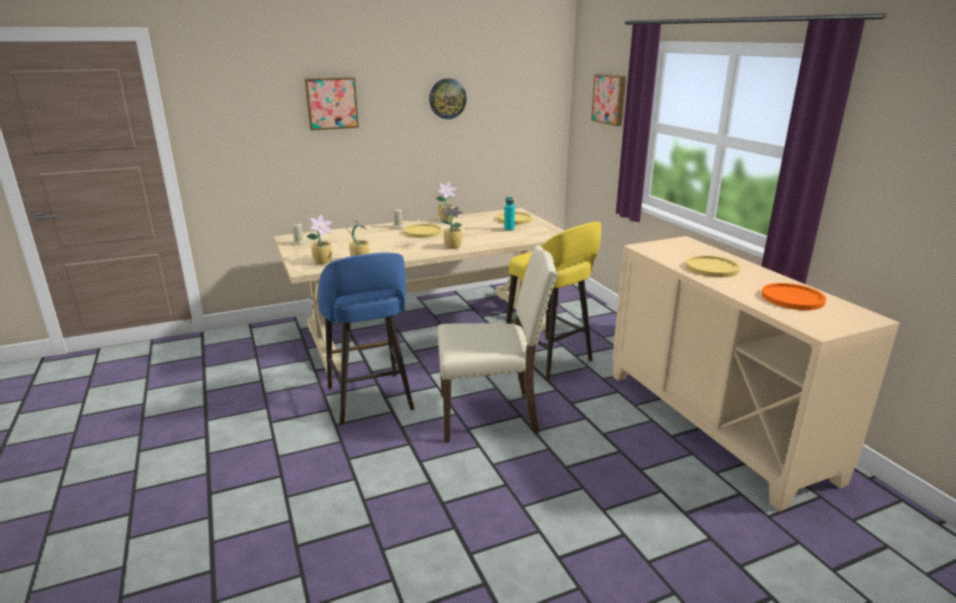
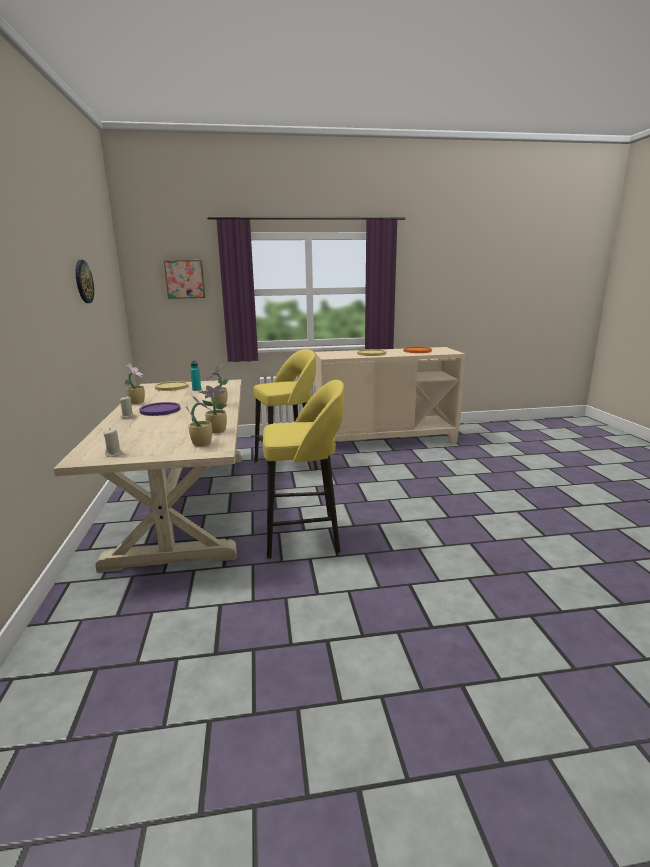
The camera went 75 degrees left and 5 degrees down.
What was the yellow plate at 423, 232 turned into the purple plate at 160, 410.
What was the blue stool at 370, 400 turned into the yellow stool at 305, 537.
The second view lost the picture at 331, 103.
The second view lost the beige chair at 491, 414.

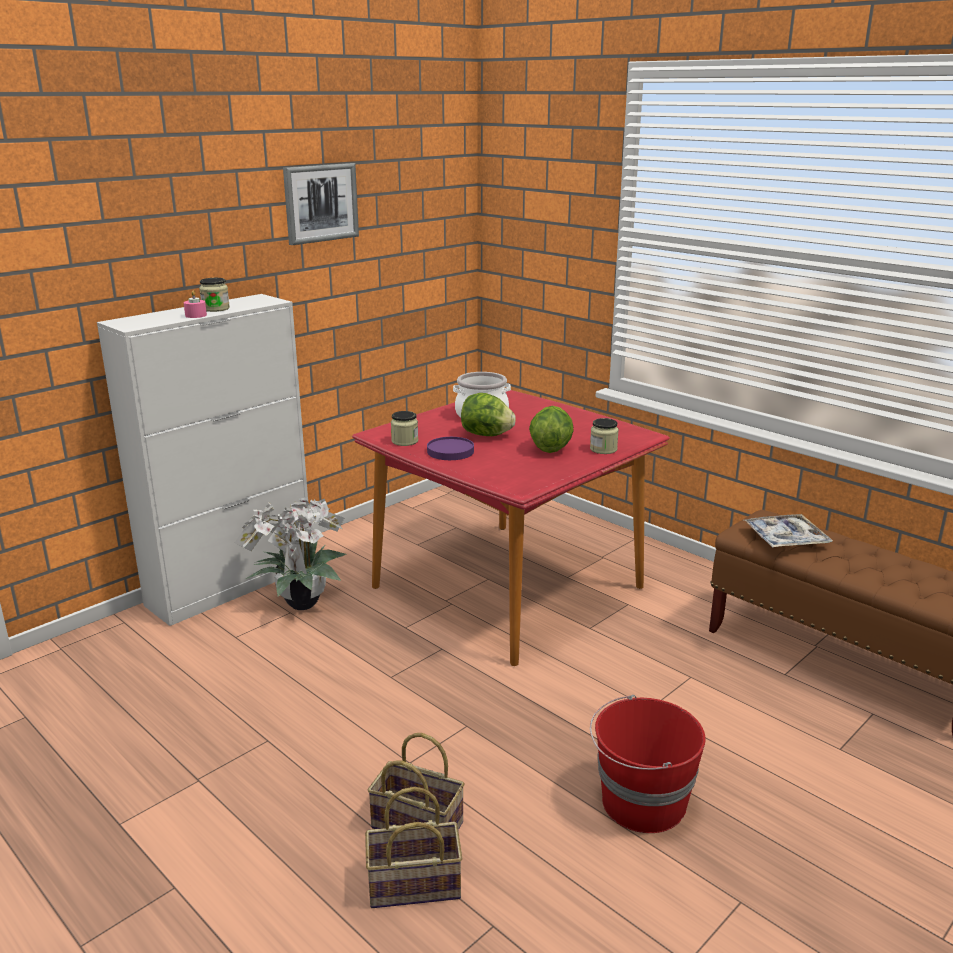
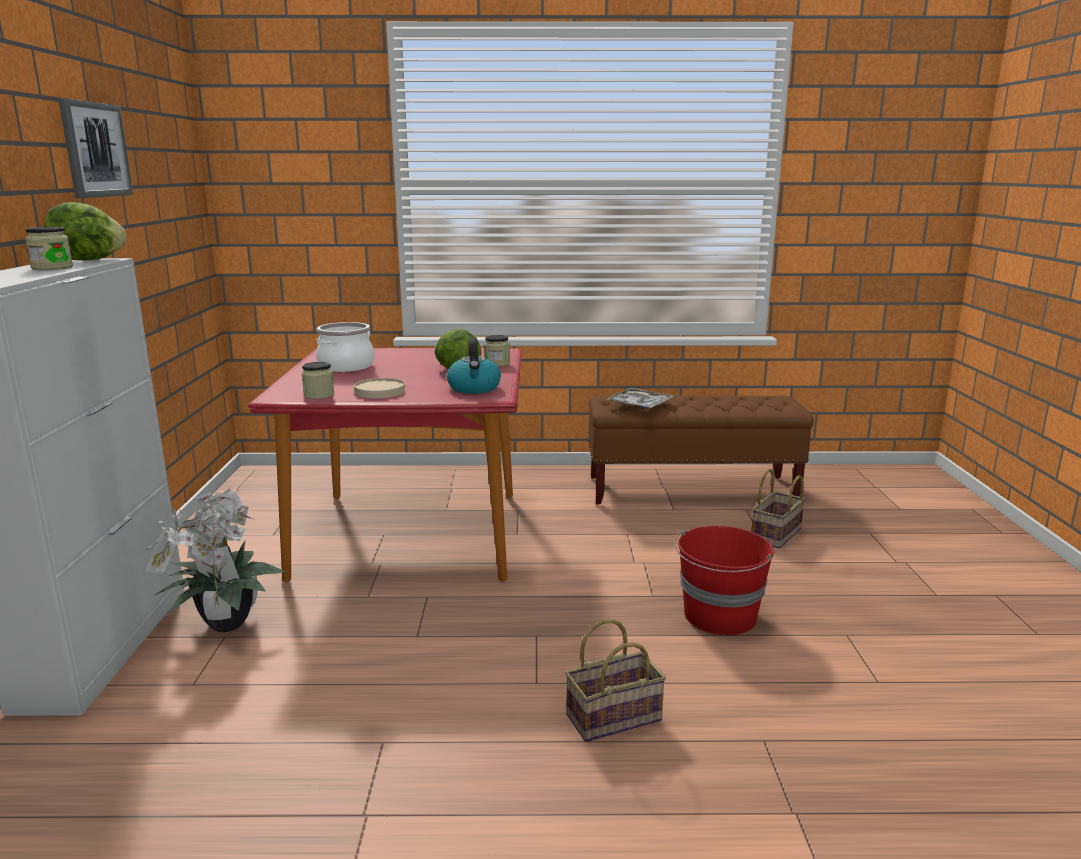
The camera went 45 degrees left and 5 degrees down.
The lettuce ended up elsewhere, having gone from 486, 435 to 88, 260.
What was the purple plate at 450, 451 turned into the beige plate at 380, 391.
The second view gained the kettle at 474, 388.
The basket ended up elsewhere, having gone from 412, 886 to 776, 535.
The second view lost the pink candle at 196, 315.

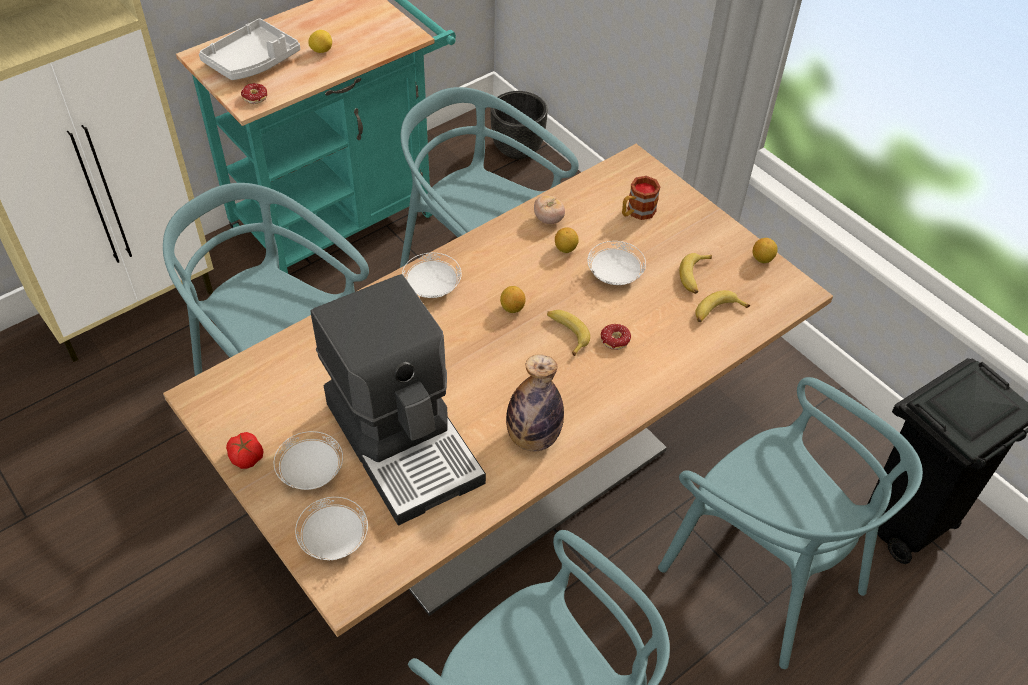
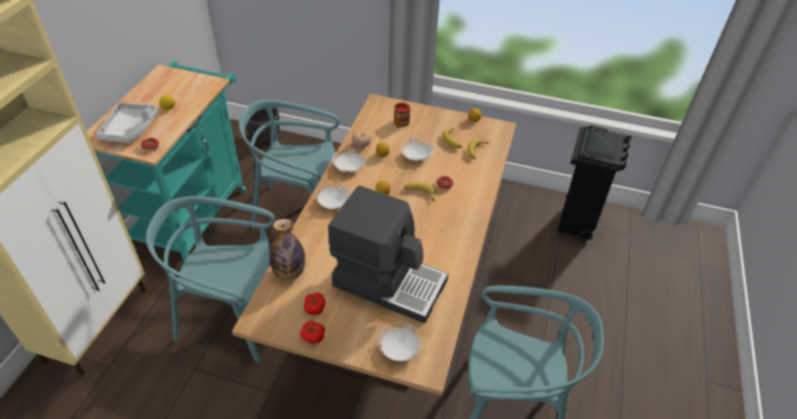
The camera went 35 degrees left and 5 degrees down.
The bottle ended up elsewhere, having gone from 533, 438 to 289, 273.
The second view gained the tomato at 315, 307.
The white plate ended up elsewhere, having gone from 311, 472 to 349, 167.
The second view lost the turquoise chair at 763, 573.

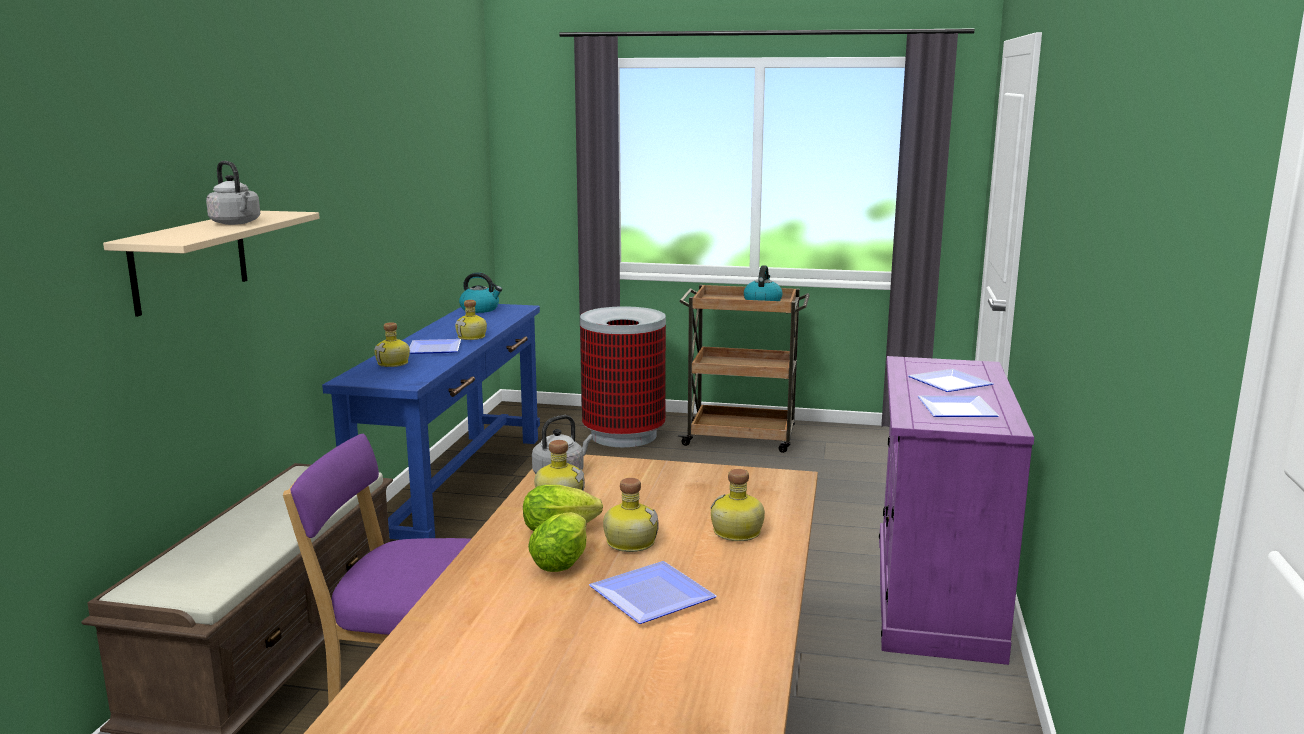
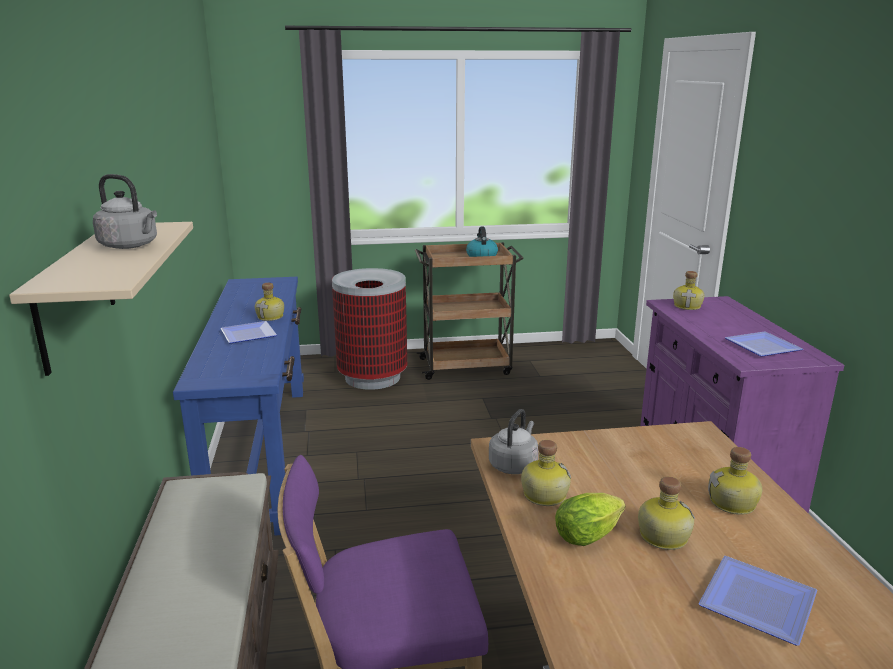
The camera went 20 degrees left and 5 degrees up.
The bottle ended up elsewhere, having gone from 394, 363 to 688, 306.
The second view lost the kettle at 480, 309.
The second view lost the lettuce at 563, 561.
The second view lost the plate at 953, 384.

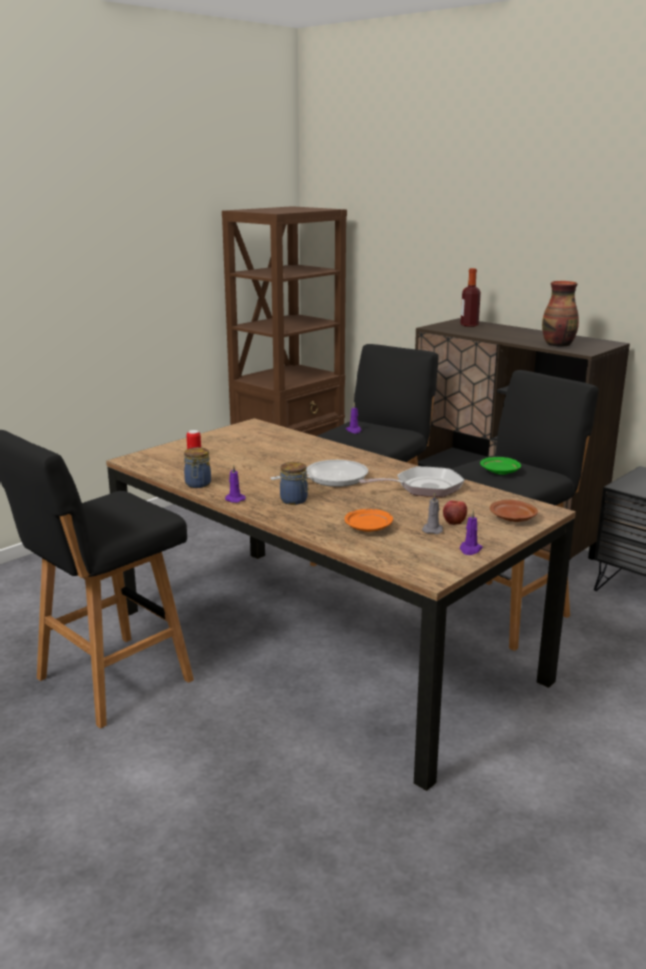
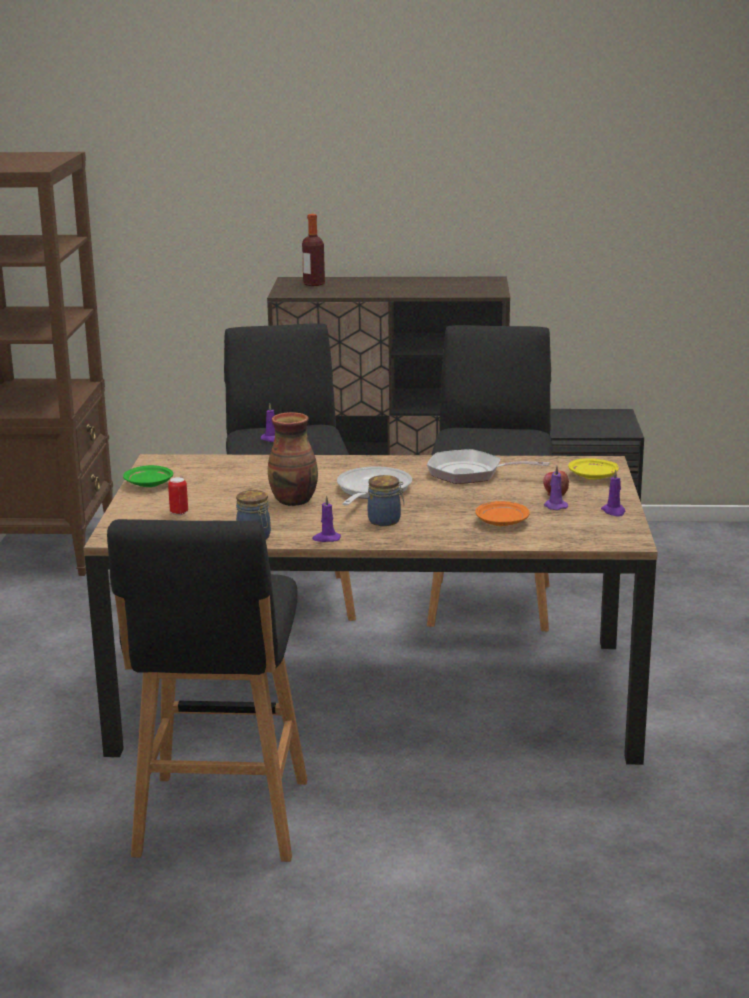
The camera went 40 degrees left and 0 degrees up.
The green plate ended up elsewhere, having gone from 499, 472 to 149, 484.
The vase ended up elsewhere, having gone from 559, 345 to 295, 501.
The frying pan at 423, 487 ended up facing another way, 105 degrees counterclockwise from before.
What was the grey candle at 432, 530 turned into the purple candle at 554, 506.
What was the brown plate at 513, 518 turned into the yellow plate at 593, 476.

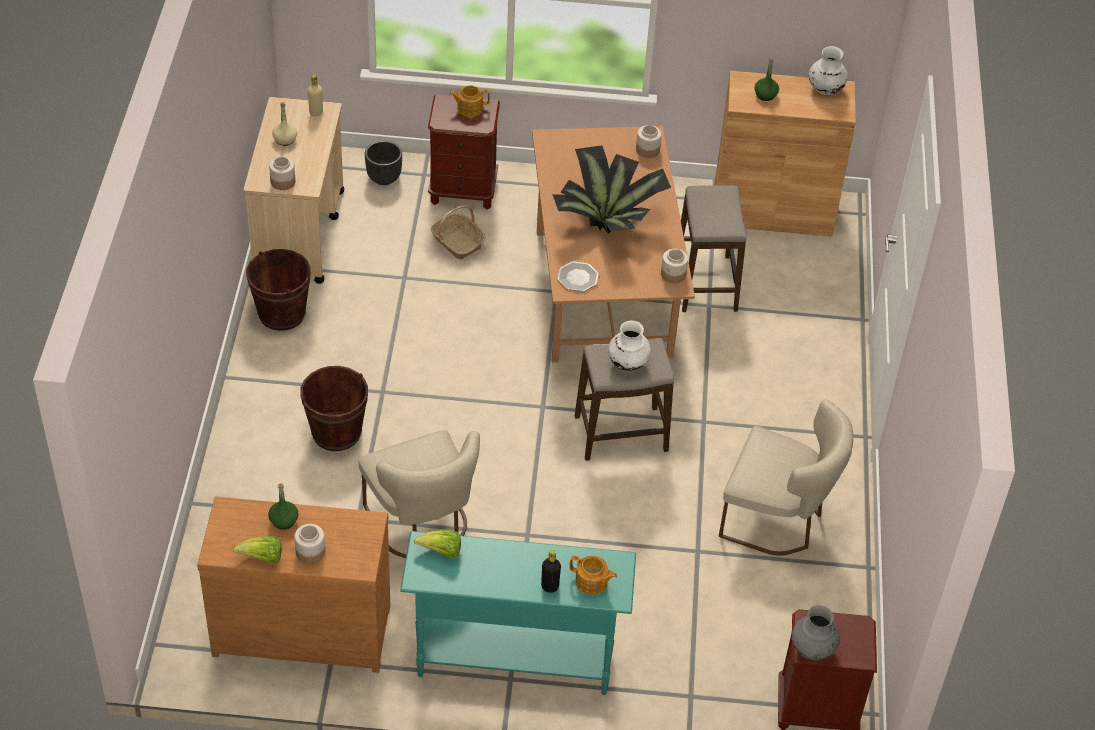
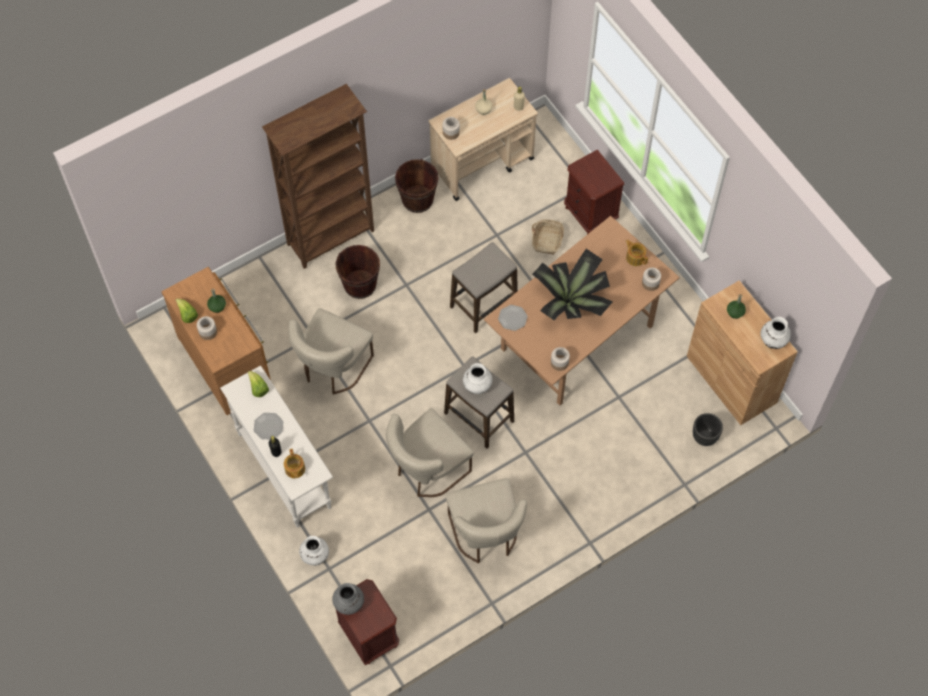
The camera went 55 degrees right and 15 degrees up.
What was the turquoise console table at 514, 659 turned into the white console table at 284, 470.
The second view gained the plate at 268, 426.
The second view gained the brown bookcase at 331, 238.
The second view gained the white vase at 315, 555.
The second view gained the beige chair at 427, 470.
The stool ended up elsewhere, having gone from 705, 284 to 483, 304.
The teapot ended up elsewhere, having gone from 469, 108 to 635, 257.
The black planter ended up elsewhere, having gone from 384, 178 to 705, 437.

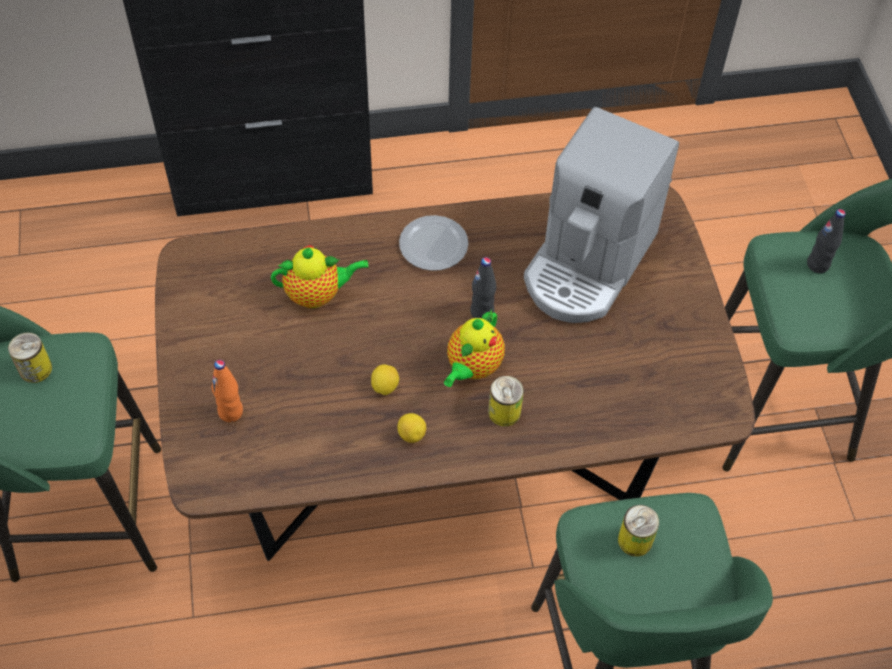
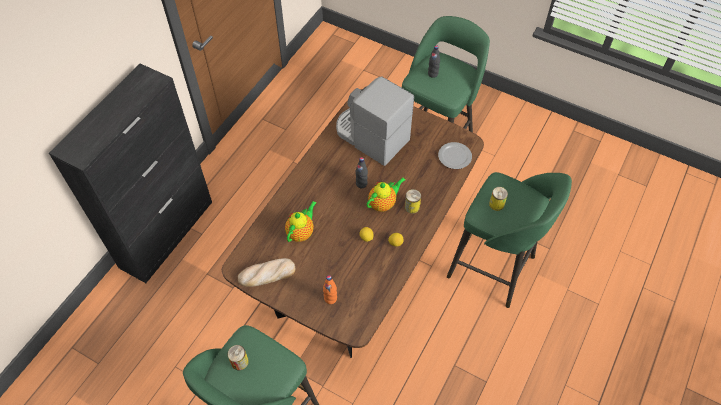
The camera went 50 degrees left and 0 degrees up.
The second view gained the bread at 266, 274.
The coffee machine at 588, 263 ended up facing another way, 150 degrees clockwise from before.
The teapot at 472, 367 ended up facing another way, 105 degrees counterclockwise from before.
The plate ended up elsewhere, having gone from 435, 245 to 455, 156.

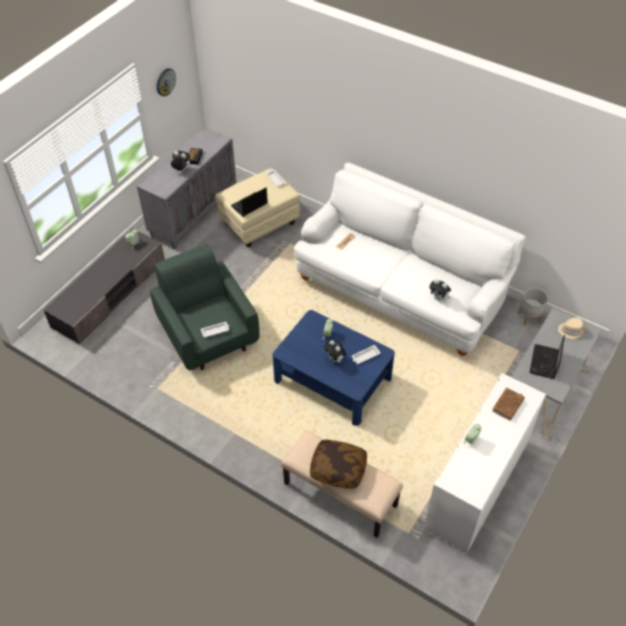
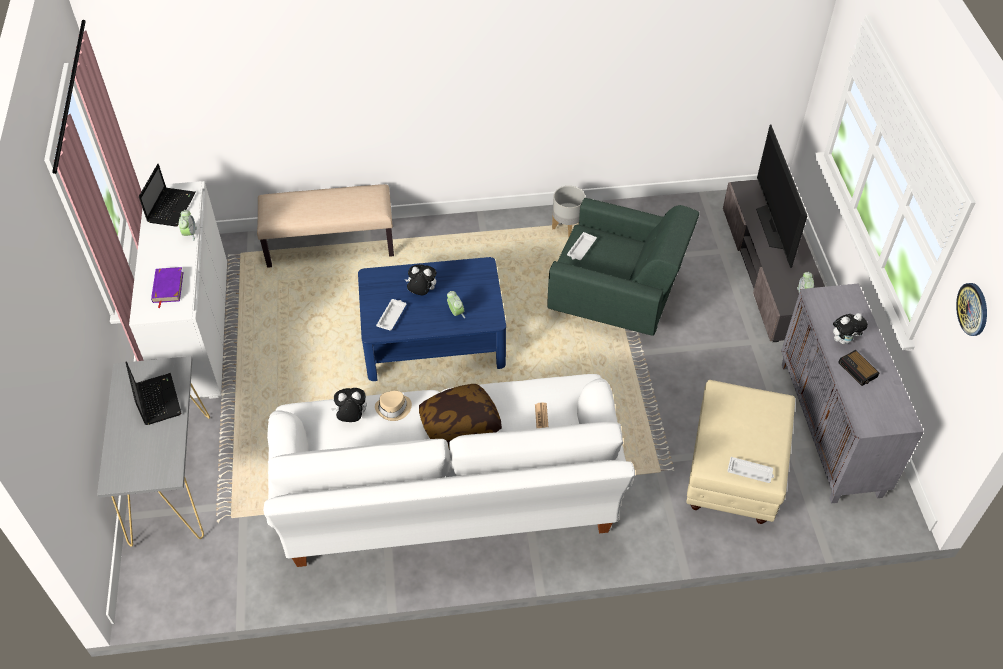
The camera went 140 degrees right and 0 degrees up.
The laptop ended up elsewhere, having gone from 249, 206 to 171, 207.
What was the brown book at 508, 405 turned into the purple book at 167, 287.
The beige hat ended up elsewhere, having gone from 571, 330 to 394, 408.
The pillow ended up elsewhere, having gone from 338, 469 to 460, 425.
The grey planter ended up elsewhere, having gone from 529, 317 to 567, 228.
The second view gained the television at 774, 227.

